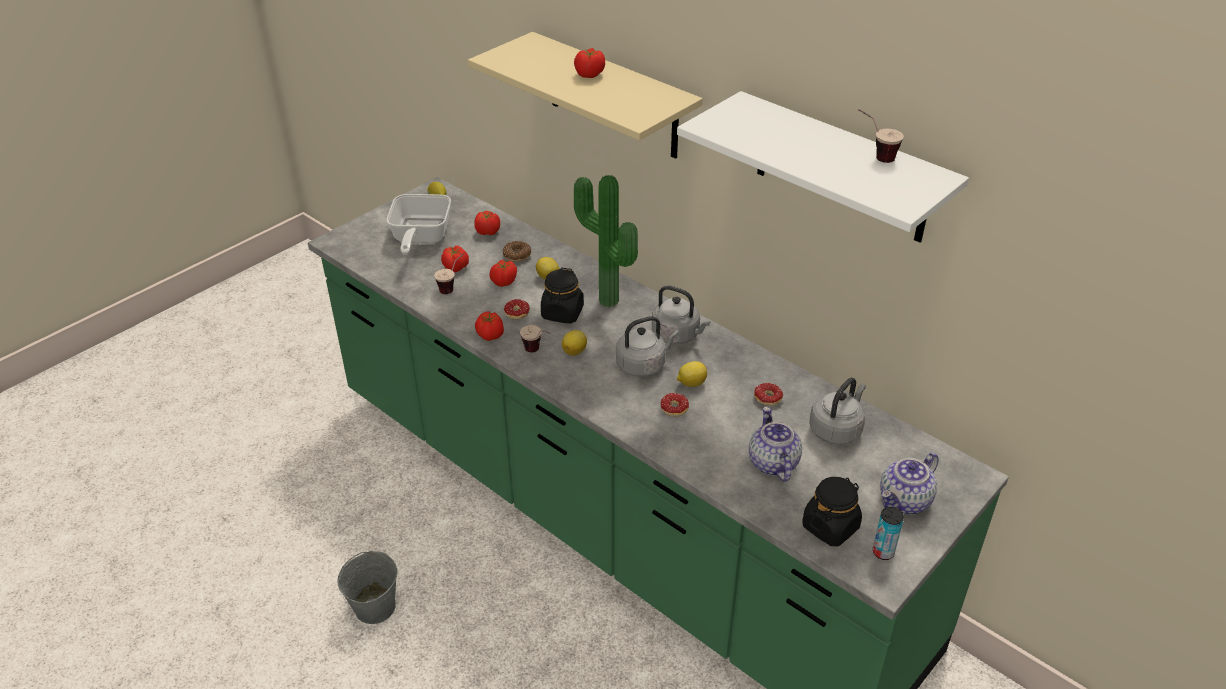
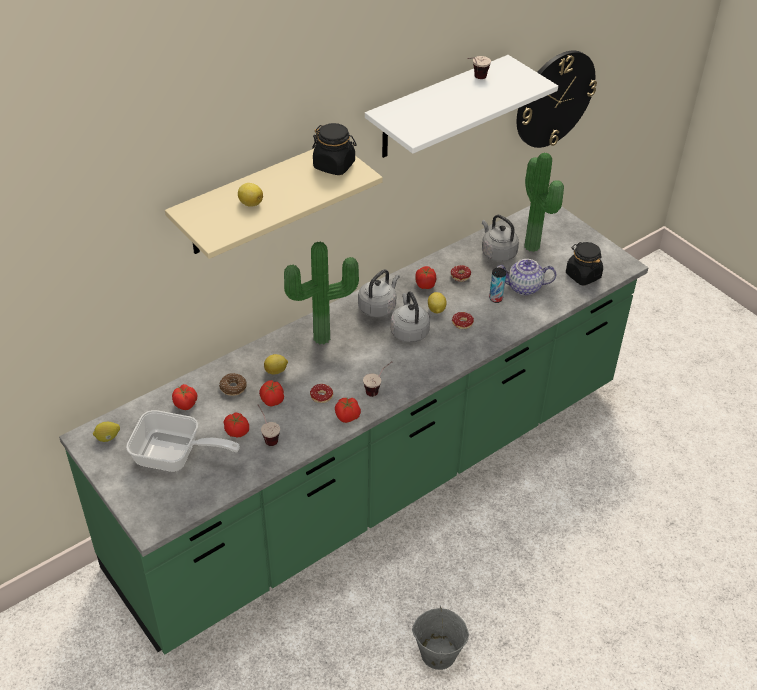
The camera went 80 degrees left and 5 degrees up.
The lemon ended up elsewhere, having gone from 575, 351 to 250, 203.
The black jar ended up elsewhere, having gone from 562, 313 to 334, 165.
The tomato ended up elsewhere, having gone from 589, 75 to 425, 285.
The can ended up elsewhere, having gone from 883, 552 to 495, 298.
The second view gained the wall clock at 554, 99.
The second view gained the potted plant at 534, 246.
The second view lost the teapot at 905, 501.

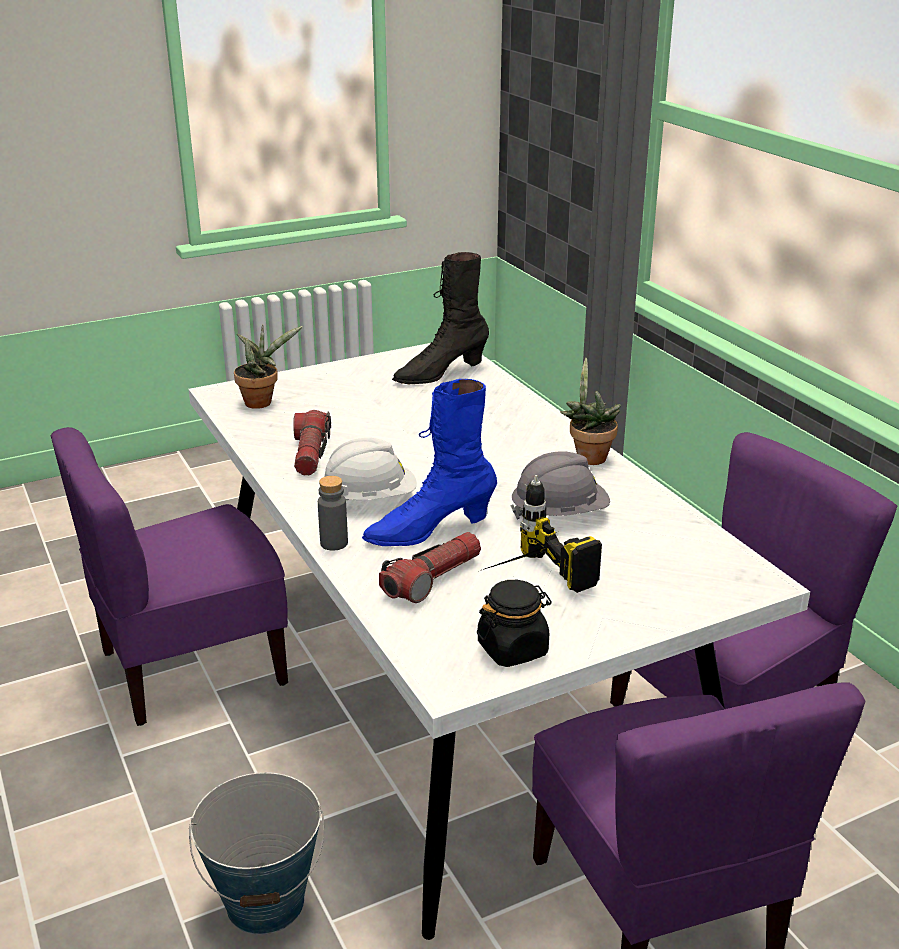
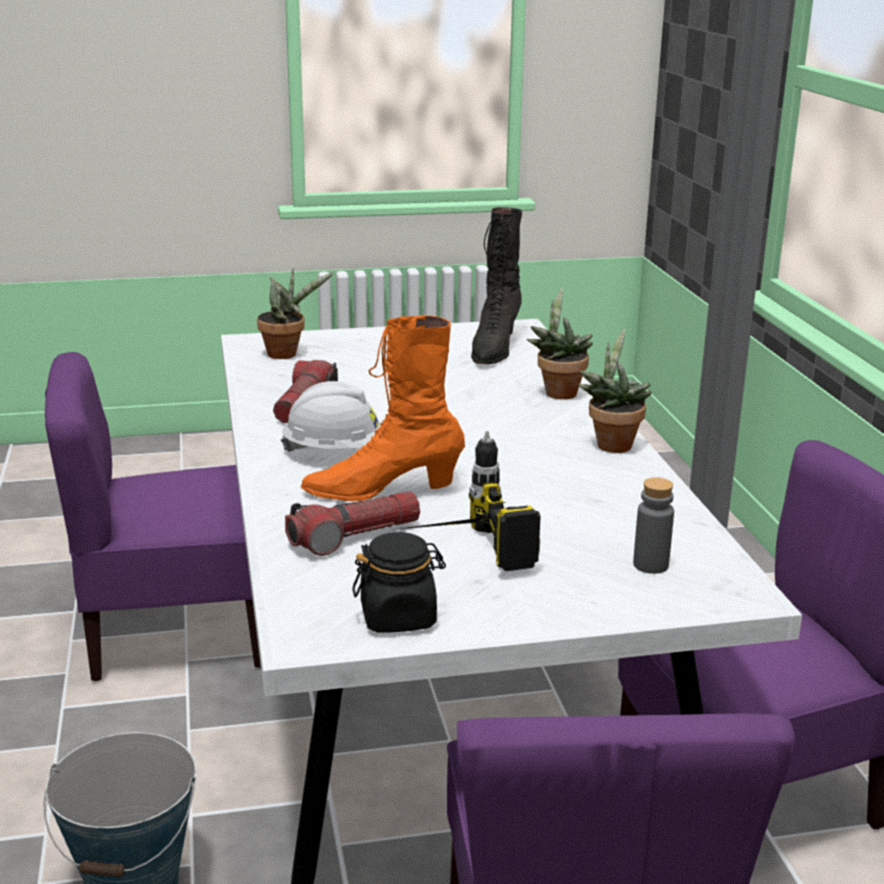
The camera went 15 degrees right and 5 degrees down.
What was the blue boot at 429, 531 turned into the orange boot at 382, 491.
The black boot at 440, 374 ended up facing another way, 60 degrees counterclockwise from before.
The second view gained the potted plant at 558, 392.
The grey bottle ended up elsewhere, having gone from 334, 543 to 650, 565.
The second view lost the grey hard hat at 559, 514.

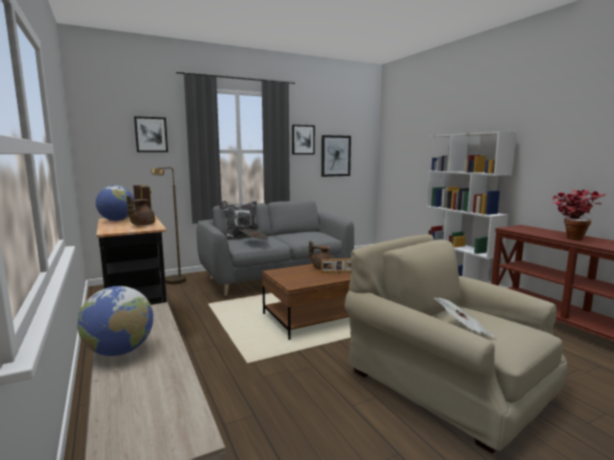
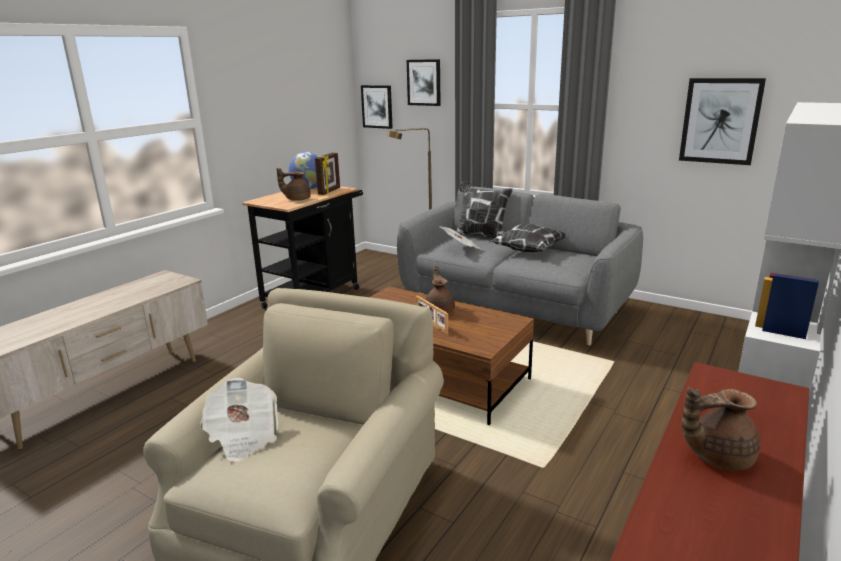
The camera went 60 degrees right and 10 degrees up.
The picture ended up elsewhere, having gone from 303, 139 to 377, 106.
The second view gained the pillow at 527, 251.
Where the potted plant stood at 570, 237, the brown teapot came to stand at 716, 456.
The second view lost the globe at 119, 351.

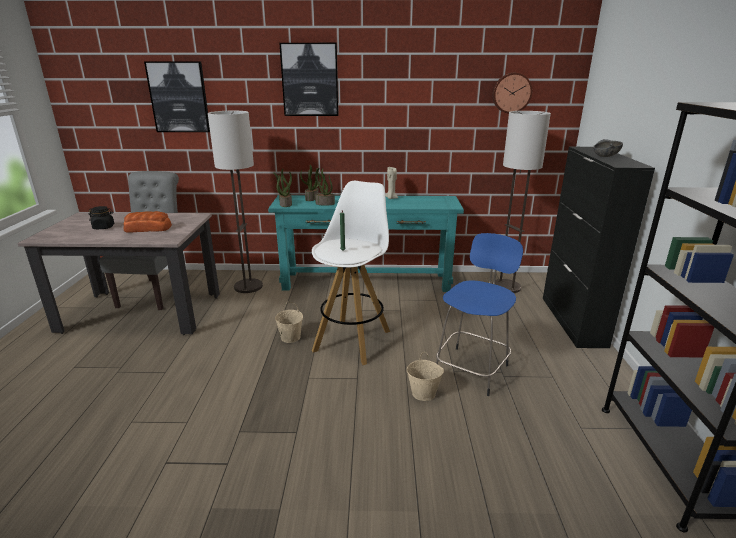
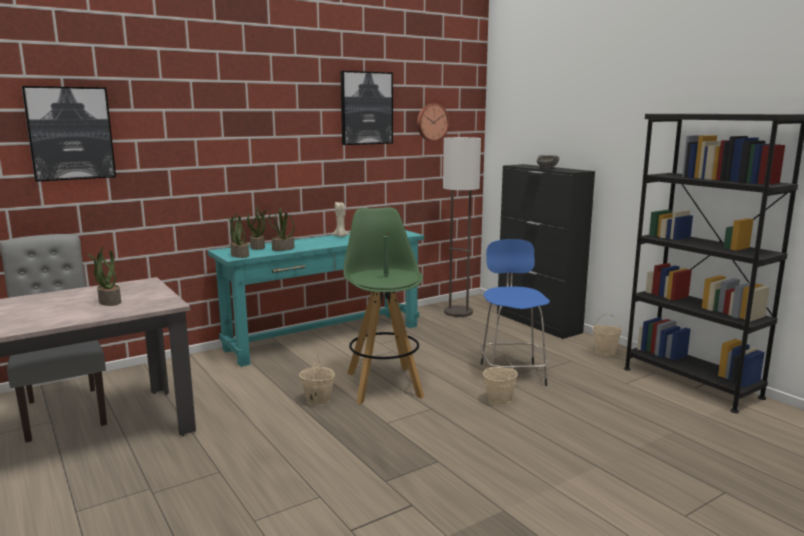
The camera went 35 degrees left and 10 degrees down.
Where the bread stood at 148, 228, the potted plant came to stand at 109, 302.
The picture ended up elsewhere, having gone from 310, 80 to 366, 108.
What was the white stool at 353, 340 turned into the green stool at 384, 384.
The second view gained the beige bucket at 605, 352.
The second view lost the black jar at 104, 227.
The second view lost the floor lamp at 248, 286.

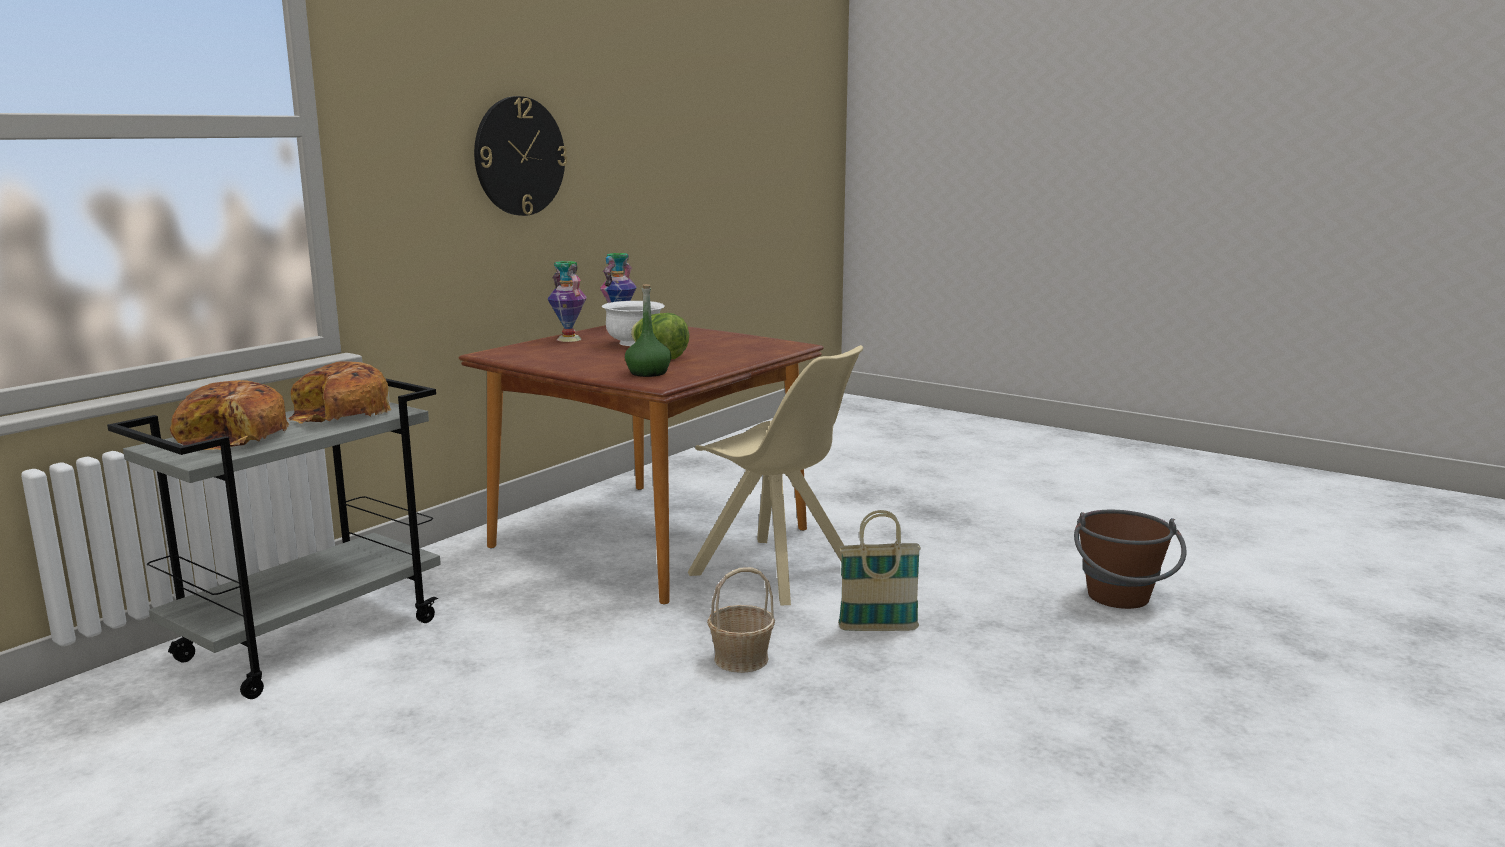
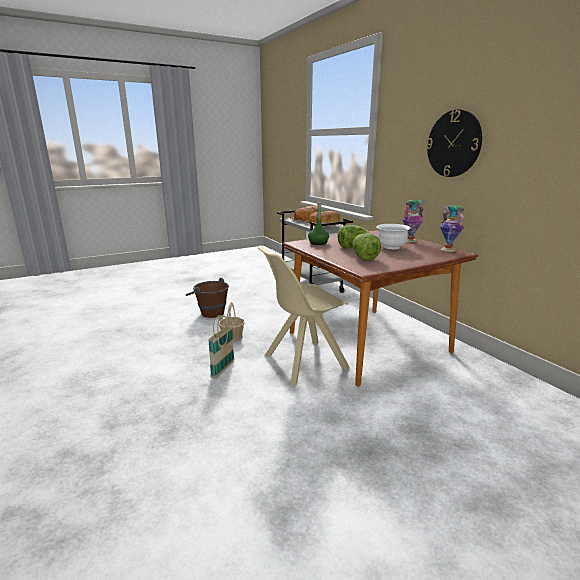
The camera went 115 degrees right and 5 degrees up.
The brown bucket ended up elsewhere, having gone from 1121, 601 to 209, 312.
The second view gained the lettuce at 363, 257.

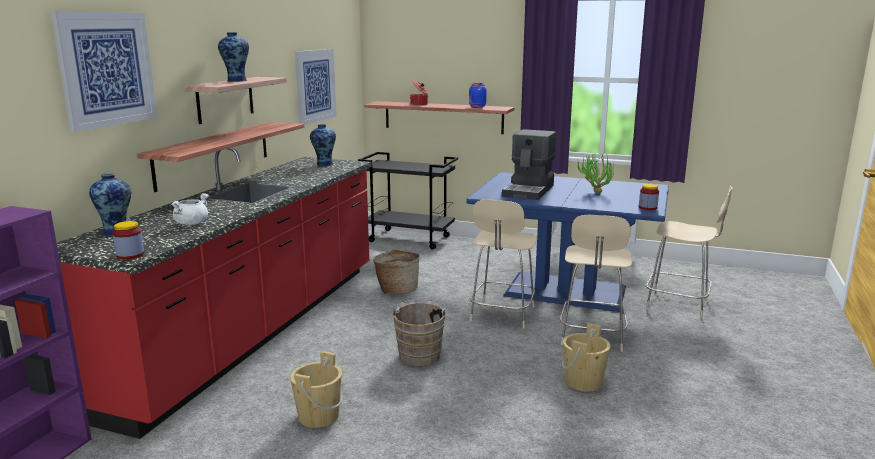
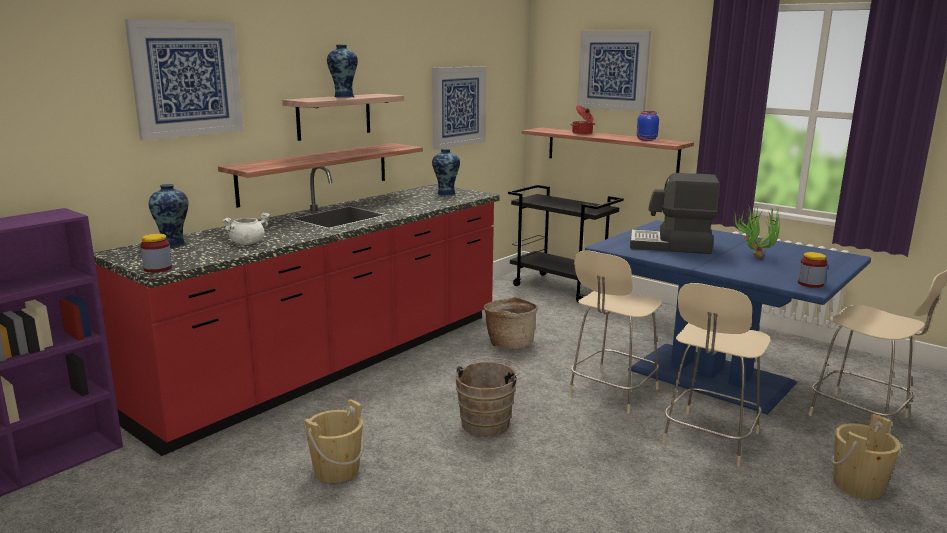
The camera went 20 degrees right and 0 degrees up.
The second view gained the picture at 613, 70.
The coffee machine at 529, 190 ended up facing another way, 60 degrees clockwise from before.
The beige bucket ended up elsewhere, having gone from 583, 382 to 858, 485.

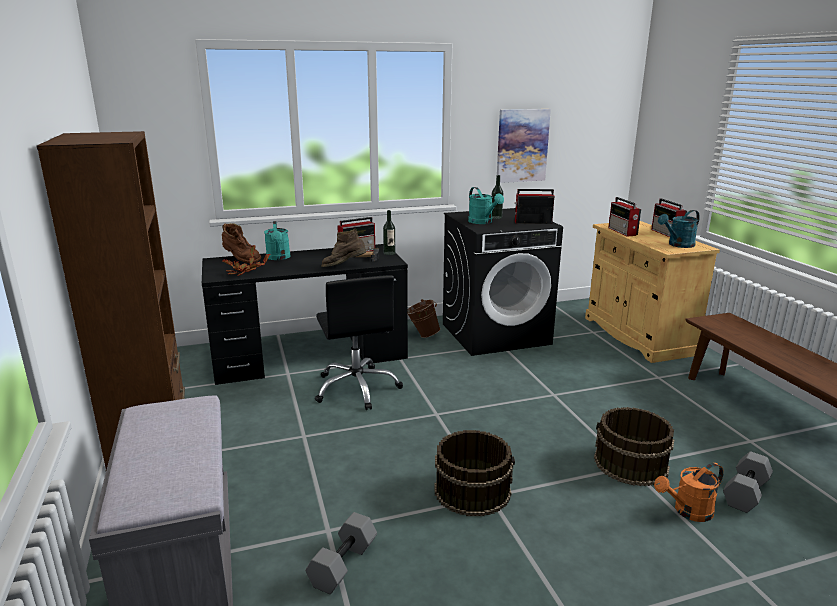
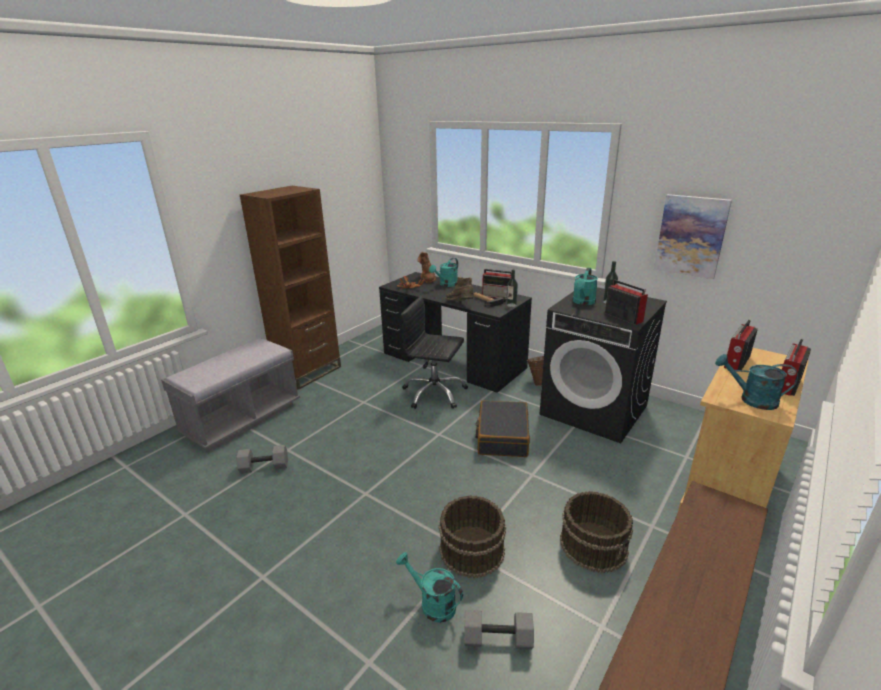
The camera went 55 degrees right and 5 degrees up.
What was the orange watering can at 688, 512 turned into the turquoise watering can at 432, 603.
The black office chair at 357, 388 ended up facing another way, 75 degrees clockwise from before.
The second view gained the black suitcase at 502, 437.
The brown bucket ended up elsewhere, having gone from 472, 490 to 594, 545.

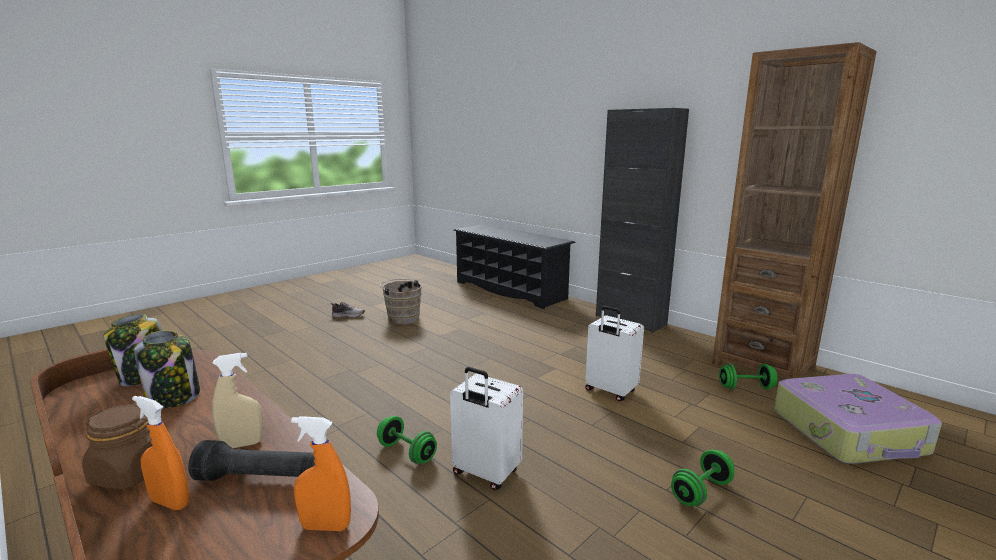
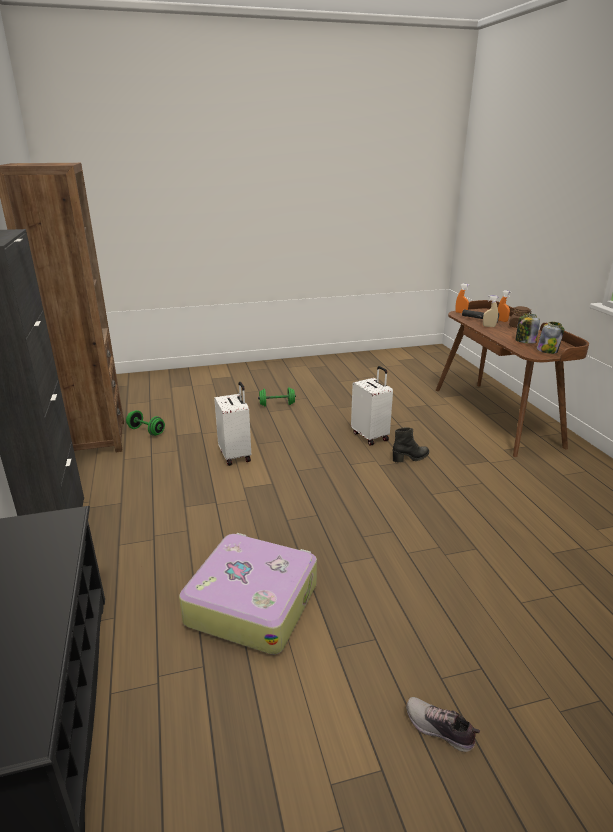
The camera went 150 degrees left and 10 degrees up.
The suitcase ended up elsewhere, having gone from 849, 433 to 252, 602.
Where the green dumbbell stood at 407, 452, the black boot came to stand at 410, 458.
The second view lost the brown bucket at 402, 318.

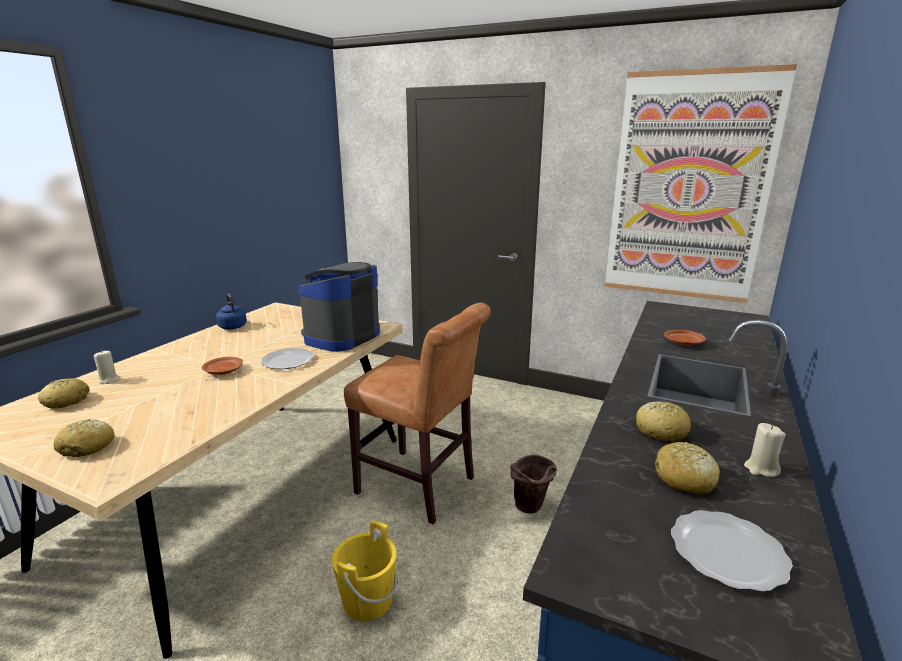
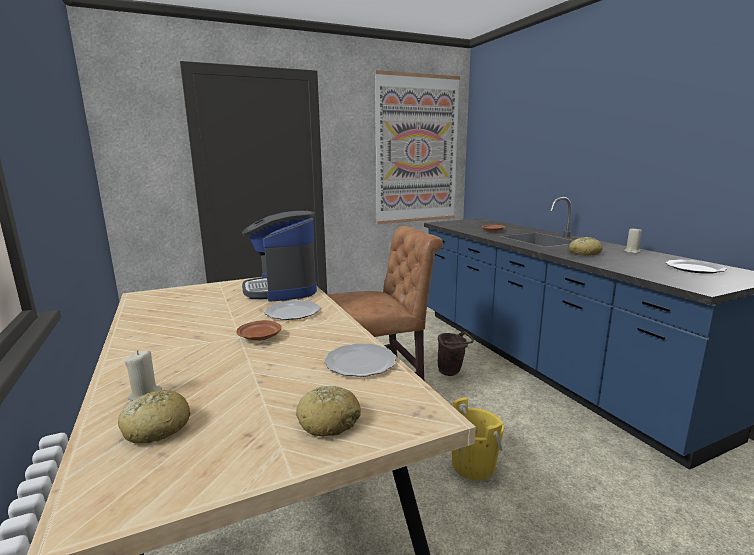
The camera went 50 degrees left and 5 degrees down.
The second view gained the plate at 359, 362.
The second view lost the blue kettle at 232, 326.
The second view lost the bread at 684, 479.

